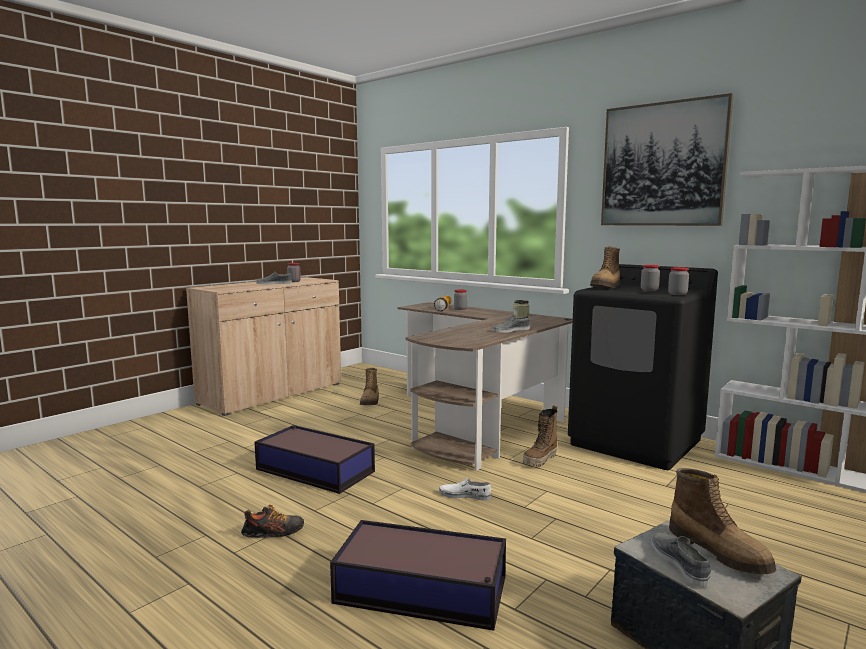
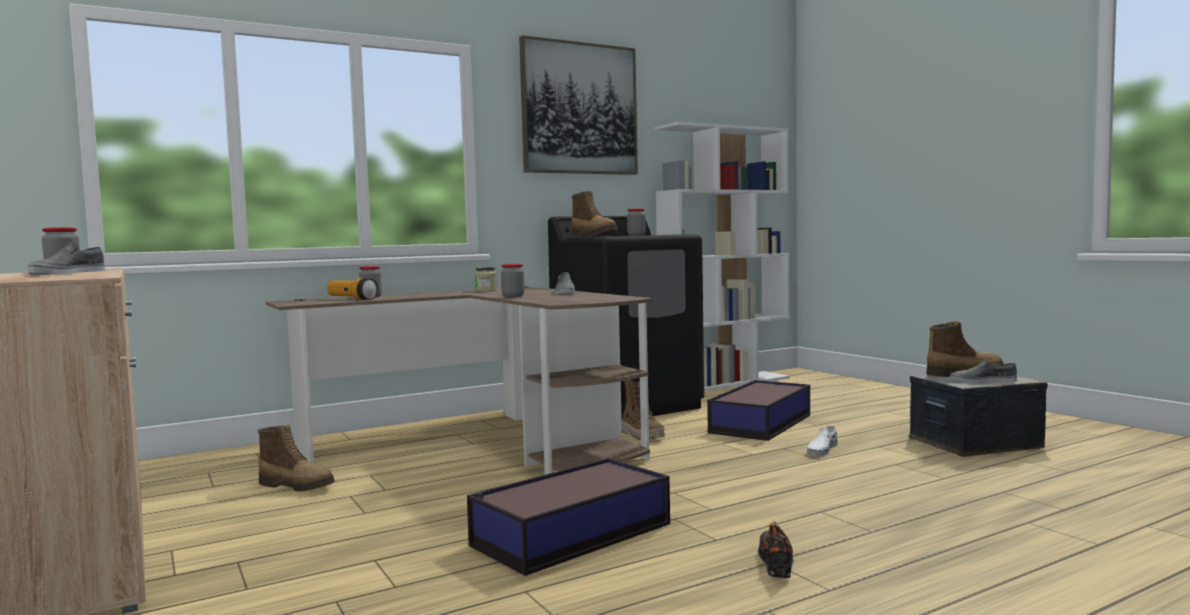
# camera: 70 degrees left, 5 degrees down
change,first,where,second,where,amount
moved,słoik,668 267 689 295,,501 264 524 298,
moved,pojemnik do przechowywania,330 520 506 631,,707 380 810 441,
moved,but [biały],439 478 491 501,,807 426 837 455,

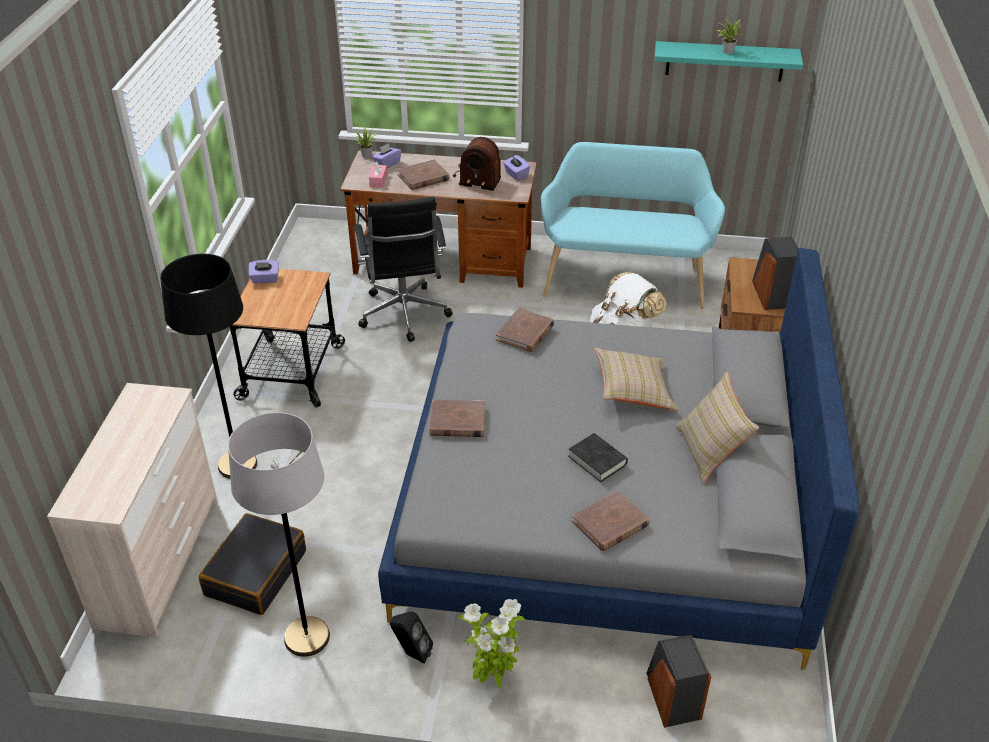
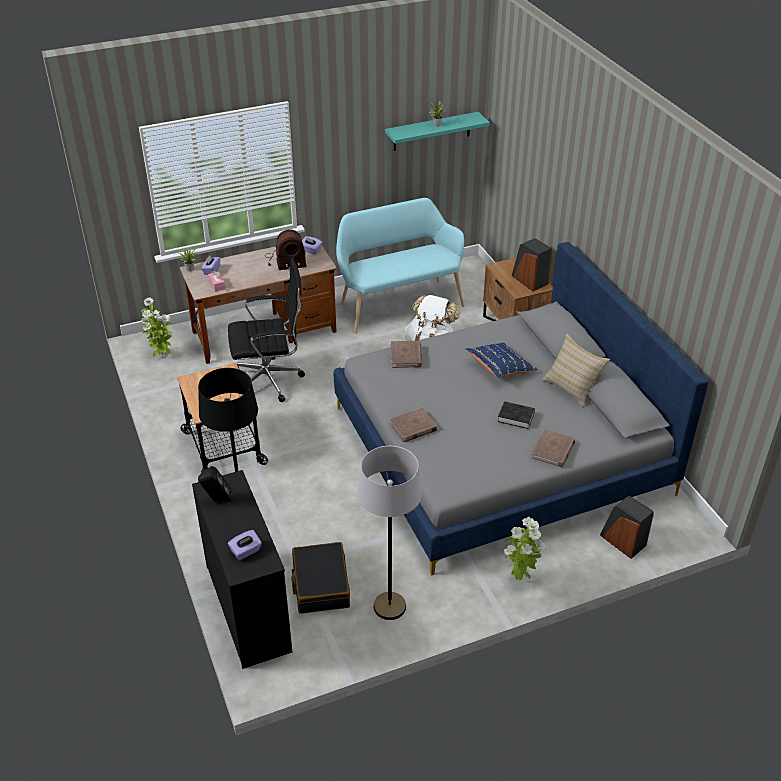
# camera: 30 degrees left, 0 degrees up
change,first,where,second,where,amount
added,,,roślina doniczkowa,141 297 172 357,
recoloured,komoda [beżowy],47 383 218 637,komoda [czarny],192 470 292 669,
moved,głośnik [czarny],390 611 433 663,,198 466 233 503,
turned,krzesło biurowe [czarny],354 197 453 342,,228 259 305 402,60 degrees counterclockwise
moved,pudełko chusteczek [fioletowy],249 260 279 283,,228 530 262 560,
recoloured,poduszka [beżowy],594 348 678 411,poduszka [niebieski],465 342 538 378,
removed,książka [brązowy],397 159 450 190,,,

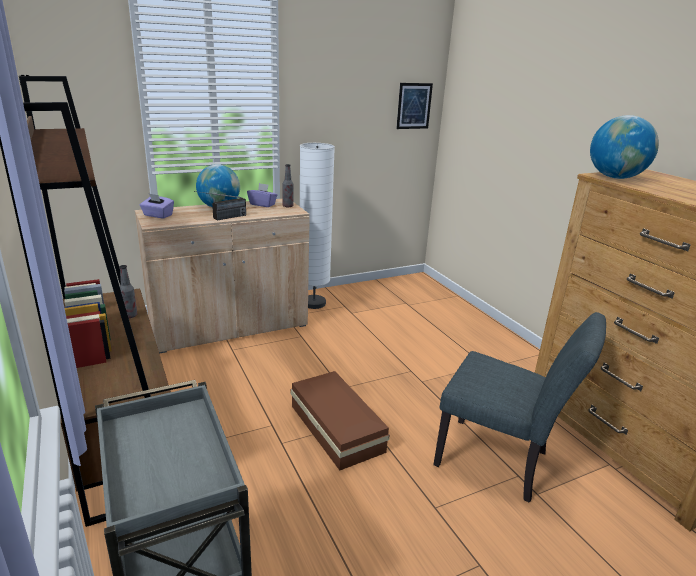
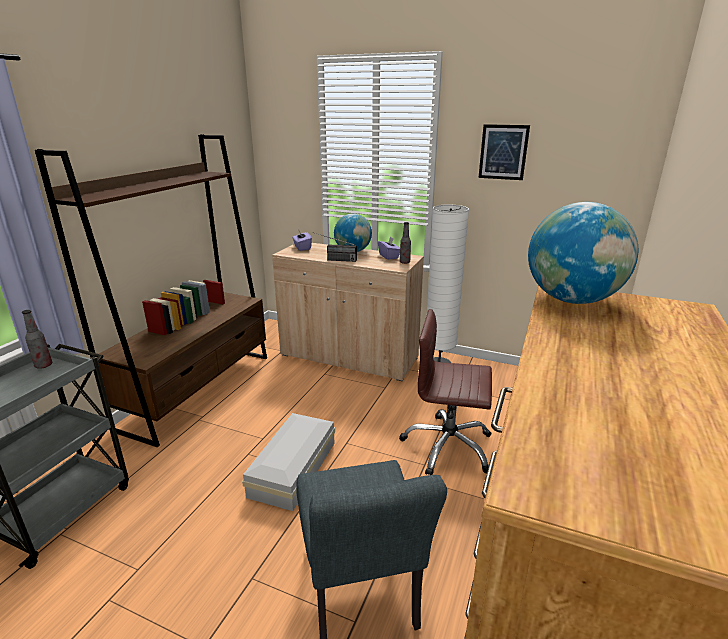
# camera: 50 degrees right, 0 degrees up
change,first,where,second,where,amount
moved,butelka,119 265 137 318,,22 310 52 369,
recoloured,pojemnik do przechowywania [brązowy],291 371 390 470,pojemnik do przechowywania [biały],242 413 335 511,
added,,,krzesło biurowe [brązowy],399 309 492 475,
moved,obraz,396 83 433 129,,478 124 530 180,

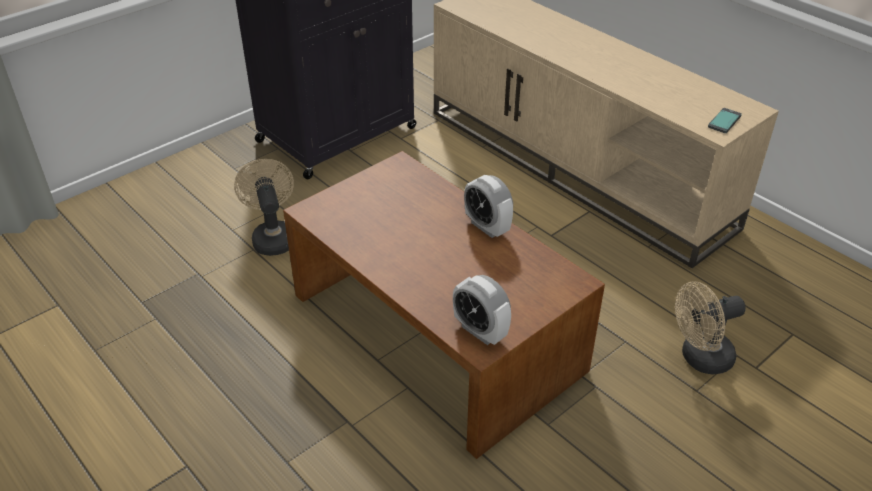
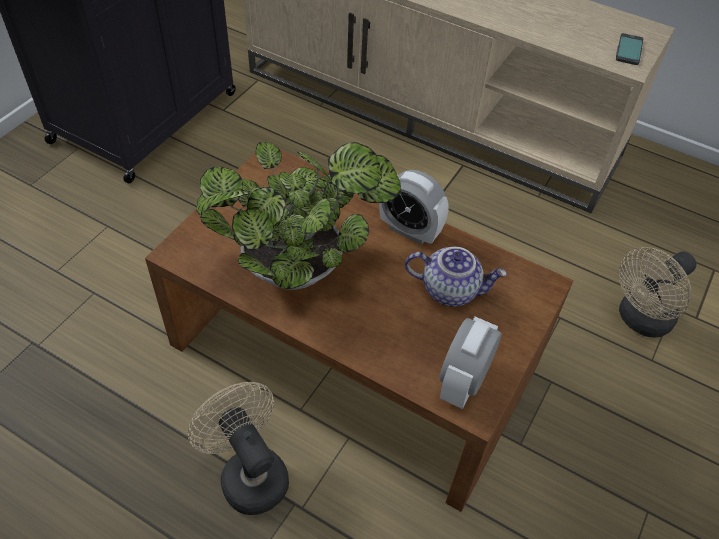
# camera: 20 degrees left, 10 degrees up
change,first,where,second,where,amount
moved,wentylator [beżowy],234 159 294 256,,188 382 289 515,
added,,,roślina doniczkowa,197 142 401 290,
added,,,imbryk,405 247 507 307,
turned,budzik,453 275 511 345,,439 317 501 409,90 degrees clockwise

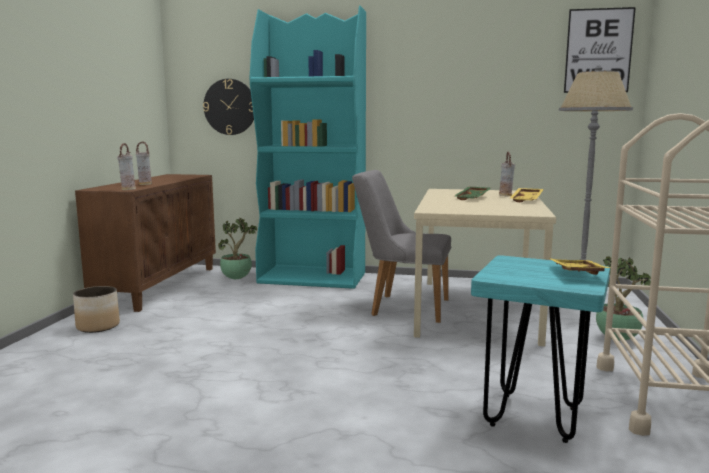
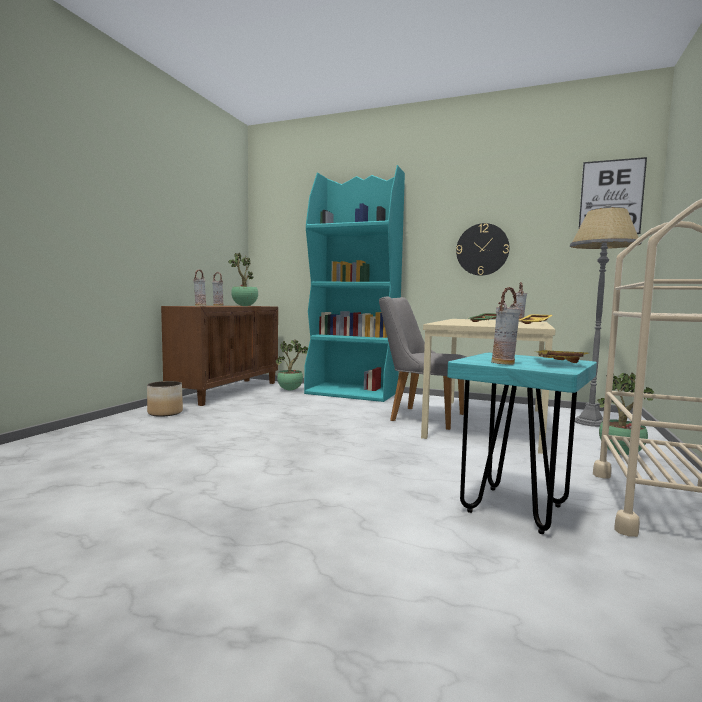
# camera: 10 degrees right, 5 degrees down
change,first,where,second,where,amount
added,,,roślina doniczkowa,228 253 258 306,
moved,zegar ścienny,203 79 254 135,,456 223 510 276,
added,,,wazon,491 287 521 365,

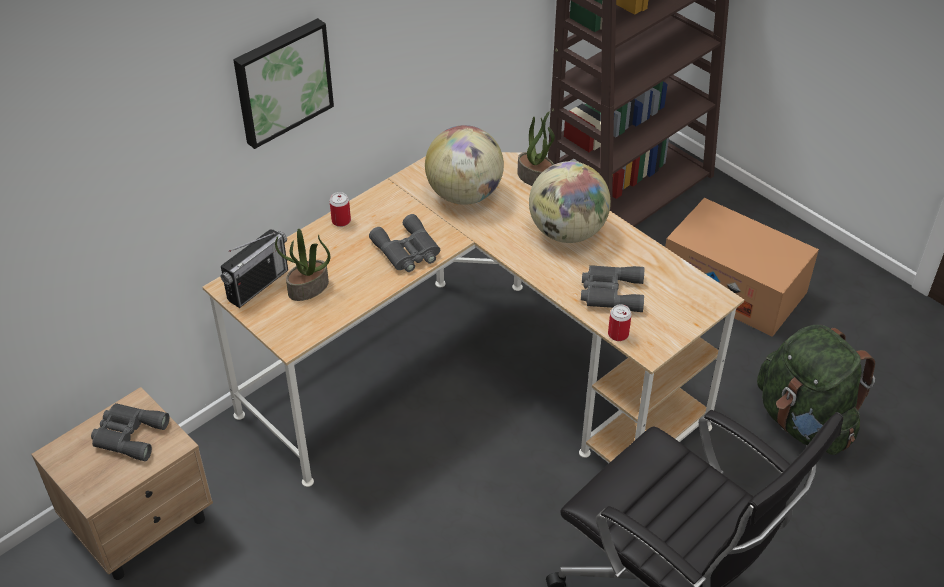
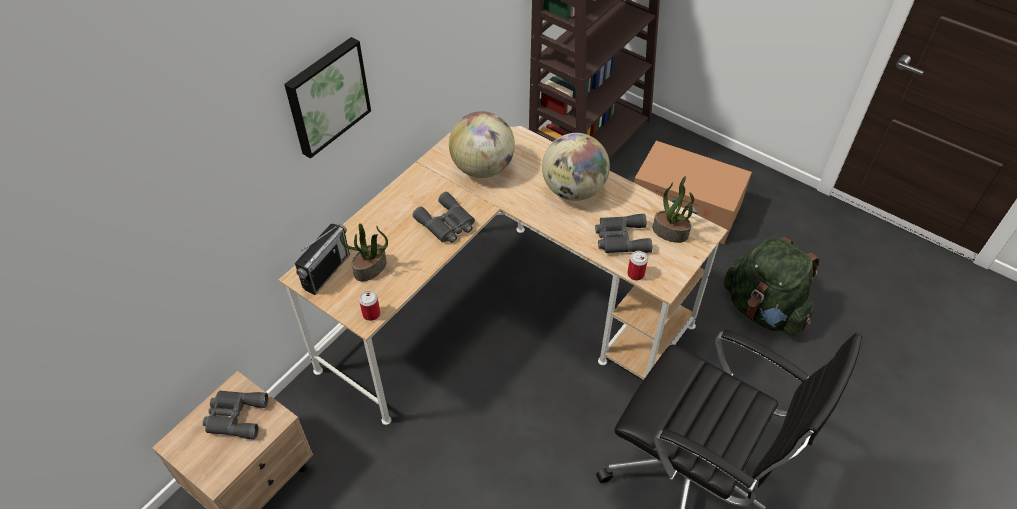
# camera: 10 degrees left, 5 degrees up
change,first,where,second,where,amount
moved,puszka,330 192 351 227,,359 290 381 321,
moved,roślina doniczkowa,517 111 555 186,,653 176 694 243,

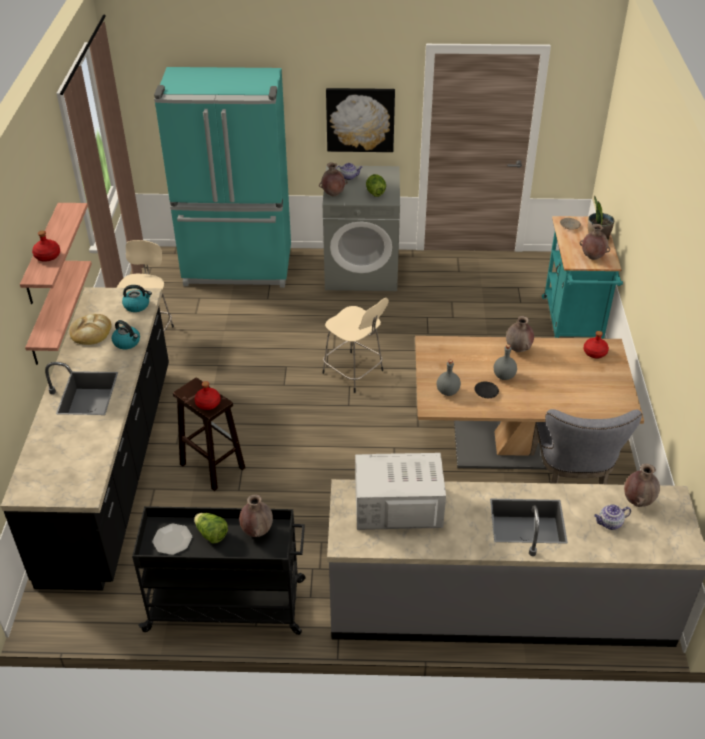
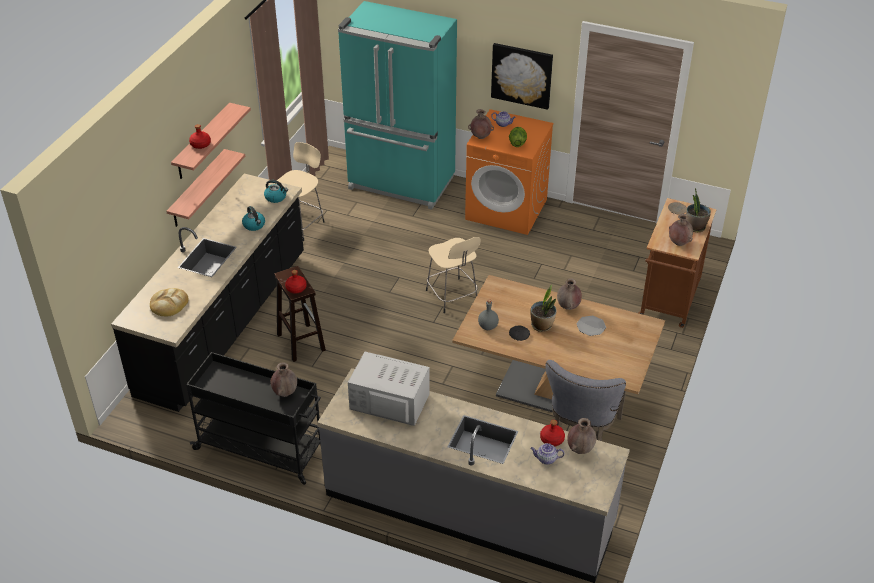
# camera: 20 degrees right, 0 degrees up
change,first,where,second,where,amount
moved,chleb,69 314 112 345,,150 288 189 317,
recoloured,pralka [szary],323 165 400 291,pralka [pomarańczowy],465 109 554 235,
replaced,butelka [szary],494 344 517 380,roślina doniczkowa,531 285 557 332,
moved,butelka [czerwony],584 331 609 358,,540 420 565 446,
moved,talerz,152 524 192 555,,577 316 606 336,
recoloured,wózek [turkusowy],542 216 623 339,wózek [brązowy],638 198 717 328,
removed,sałata,194 513 228 544,,,

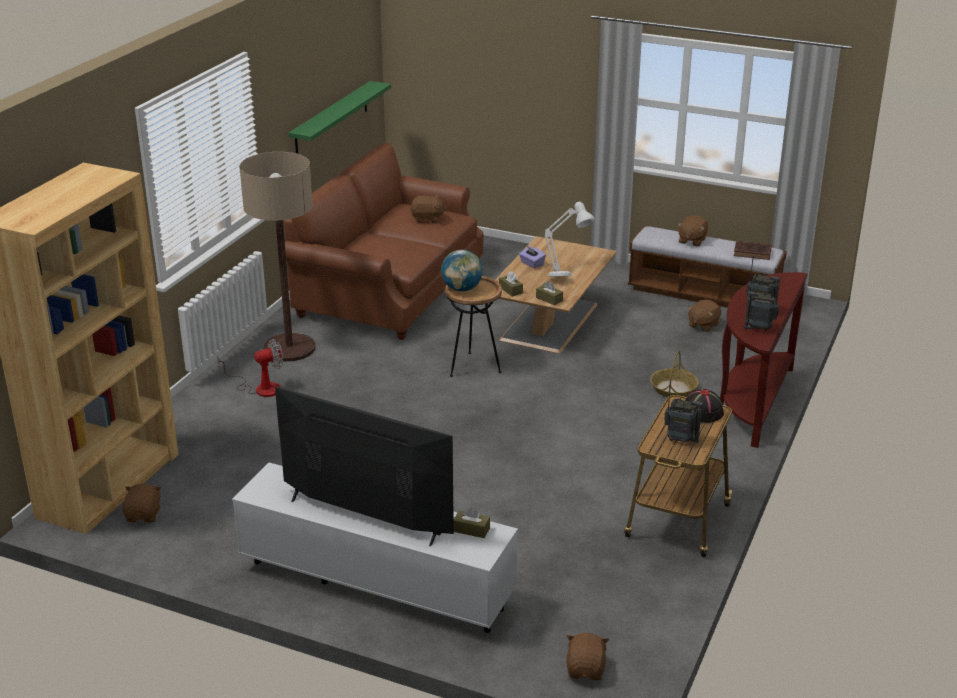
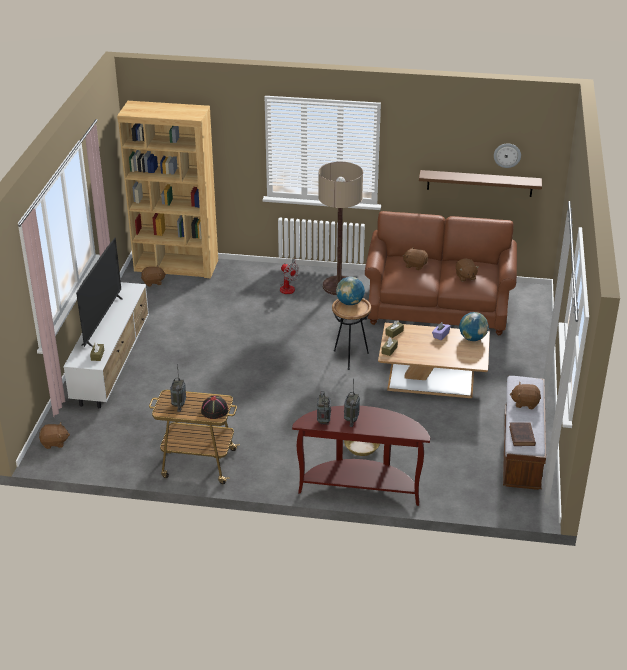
# camera: 75 degrees right, 5 degrees up
change,first,where,second,where,amount
moved,pluszak [brązowy],688 300 721 332,,403 248 428 270,
recoloured,półka [zielony],288 81 391 154,półka [brązowy],419 170 542 197,
added,,,globus,459 312 489 341,
added,,,zegar ścienny,494 143 521 168,
removed,lampa stołowa [szary],545 202 595 277,,,

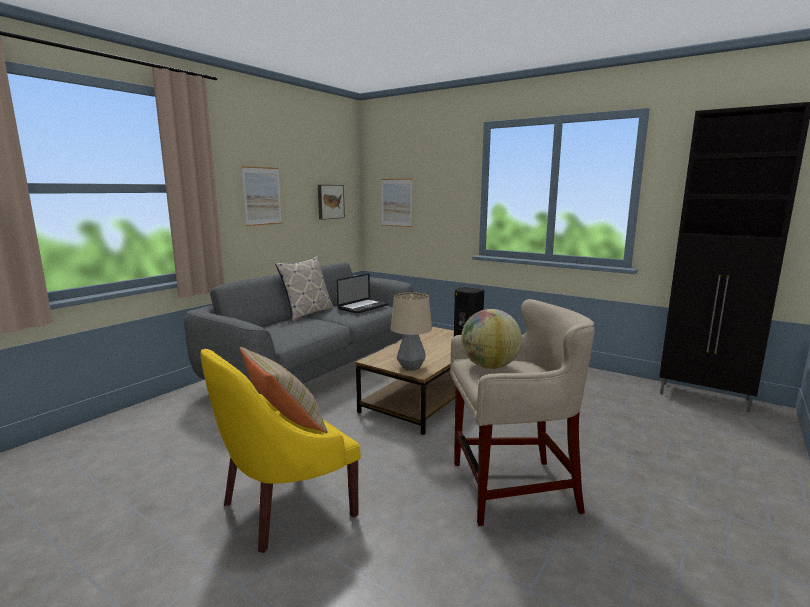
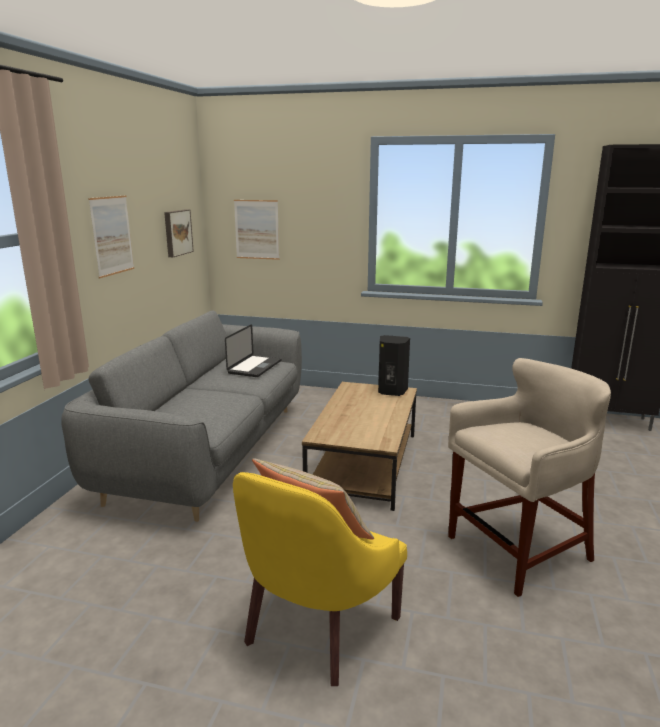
# camera: 20 degrees left, 5 degrees up
change,first,where,second,where,amount
removed,poduszka,275 256 334 321,,,
removed,lampa stołowa,391 292 432 371,,,
removed,globus,461 309 522 369,,,

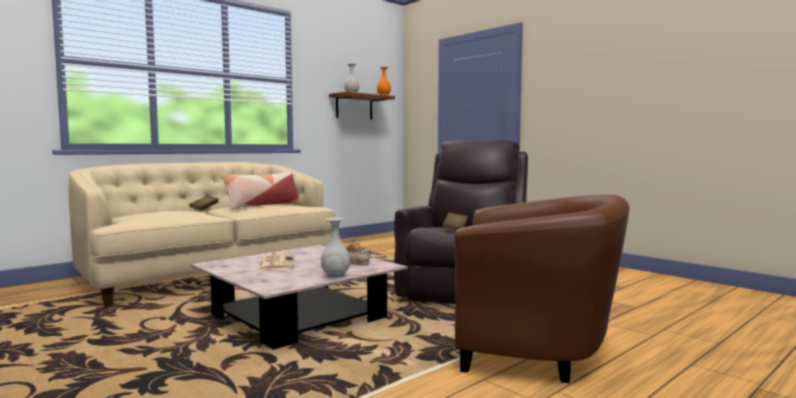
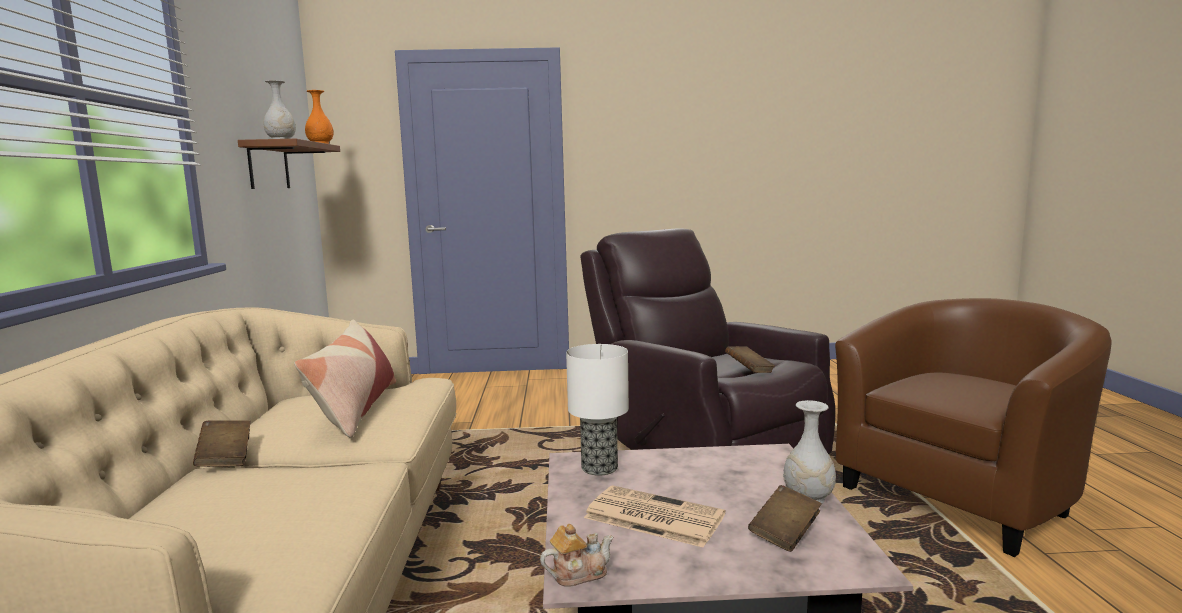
# camera: 50 degrees left, 5 degrees up
change,first,where,second,where,amount
moved,imbryk,346 238 371 265,,540 524 614 587,
added,,,lampa stołowa,566 344 629 476,
added,,,książka [brązowy],748 485 822 552,

